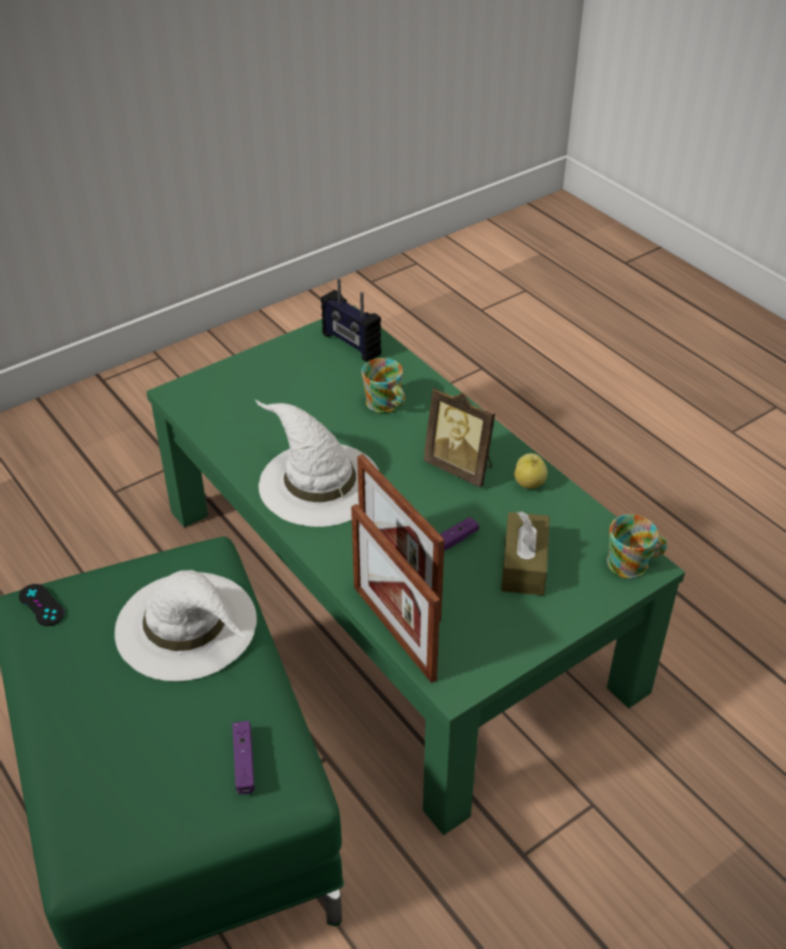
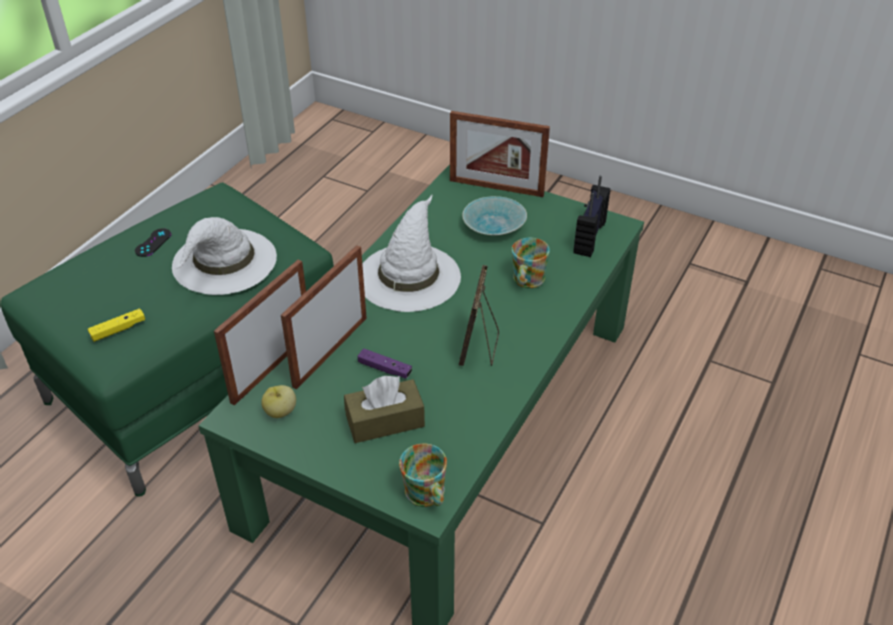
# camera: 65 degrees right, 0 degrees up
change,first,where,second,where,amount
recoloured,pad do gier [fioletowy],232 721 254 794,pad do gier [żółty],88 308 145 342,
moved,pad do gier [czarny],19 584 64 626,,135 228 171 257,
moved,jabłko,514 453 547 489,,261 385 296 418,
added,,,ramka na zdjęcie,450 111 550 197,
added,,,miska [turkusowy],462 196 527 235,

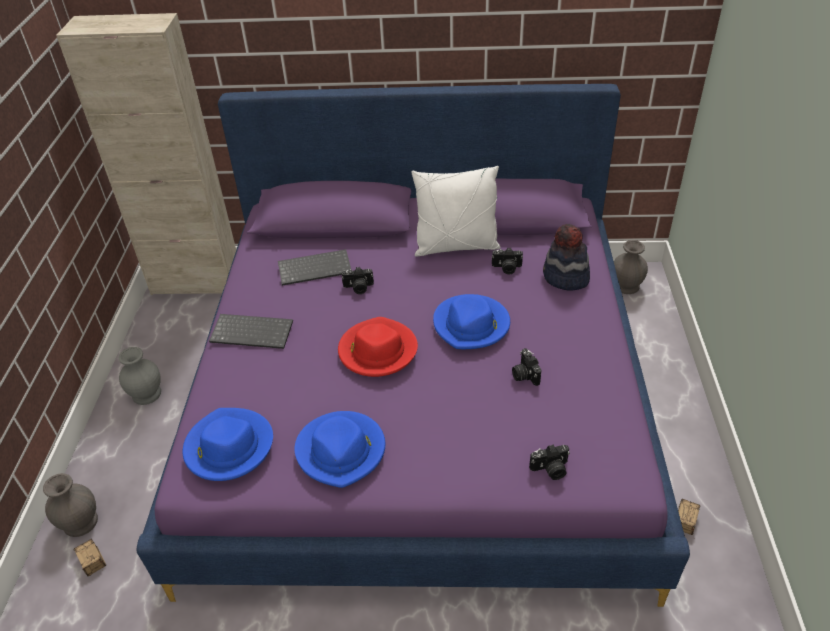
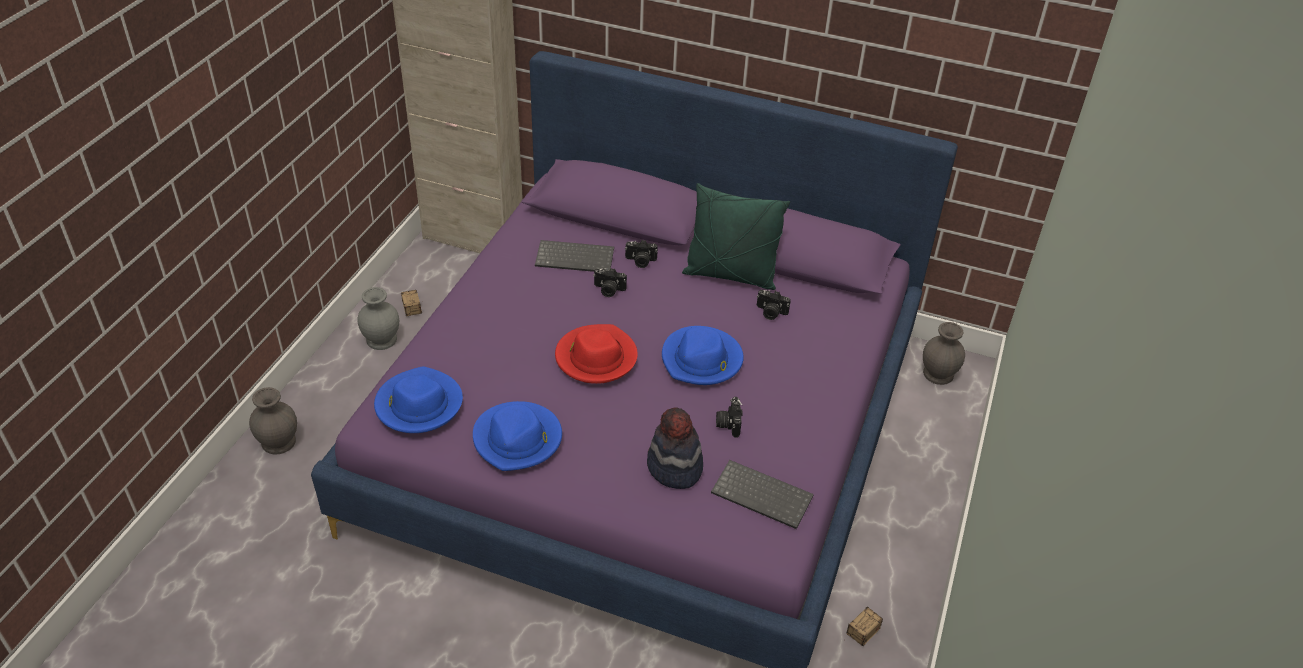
# camera: 15 degrees right, 0 degrees up
change,first,where,second,where,amount
moved,pojemnik do przechowywania,73 539 106 576,,401 290 422 316,
moved,aparat fotograficzny,529 444 570 480,,625 240 658 268,
moved,kapelusz,543 224 590 291,,647 407 703 489,
recoloured,poduszka [biały],411 166 501 257,poduszka [zielony],682 183 790 290,
moved,klawiatura,209 314 293 349,,711 460 814 529,

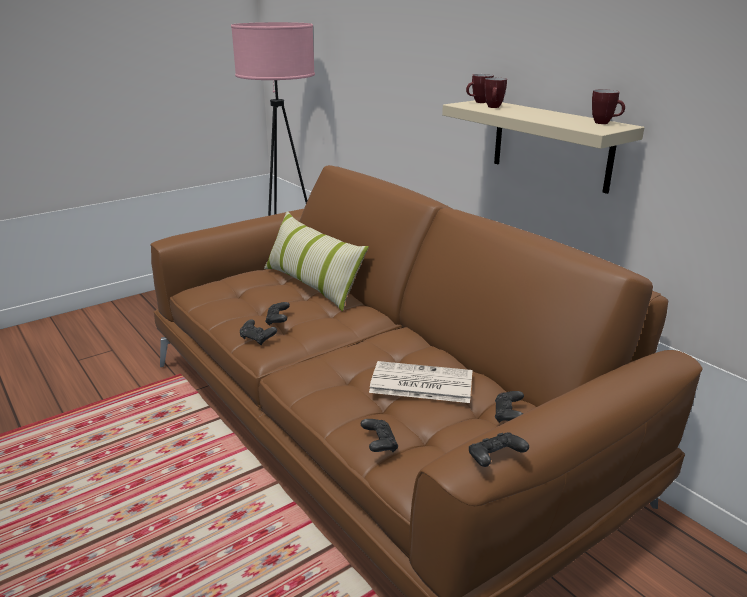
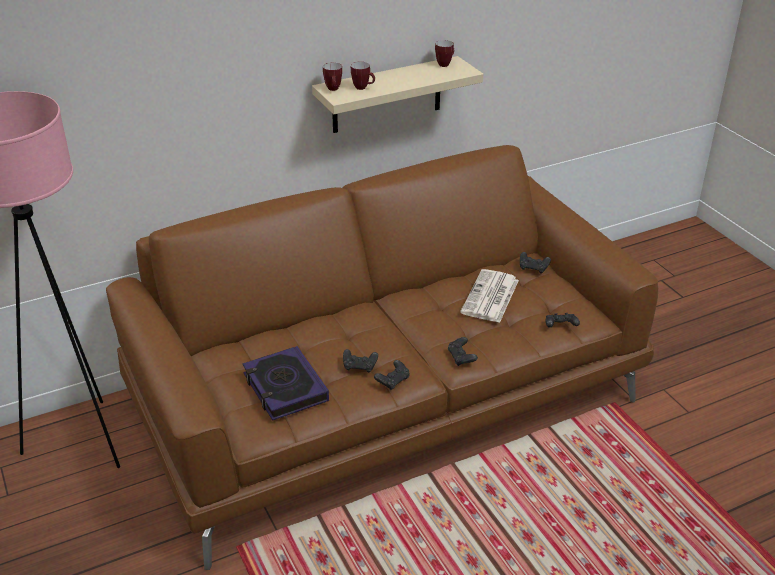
# camera: 80 degrees left, 10 degrees up
change,first,where,second,where,amount
added,,,książka,242 346 329 421,
moved,pad do gier [czarny],469 432 529 467,,448 337 478 366,
removed,poduszka,264 211 369 311,,,

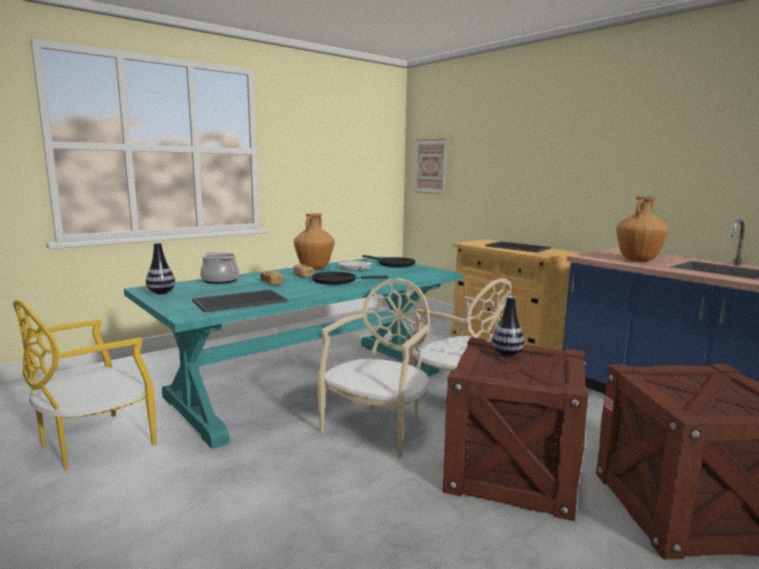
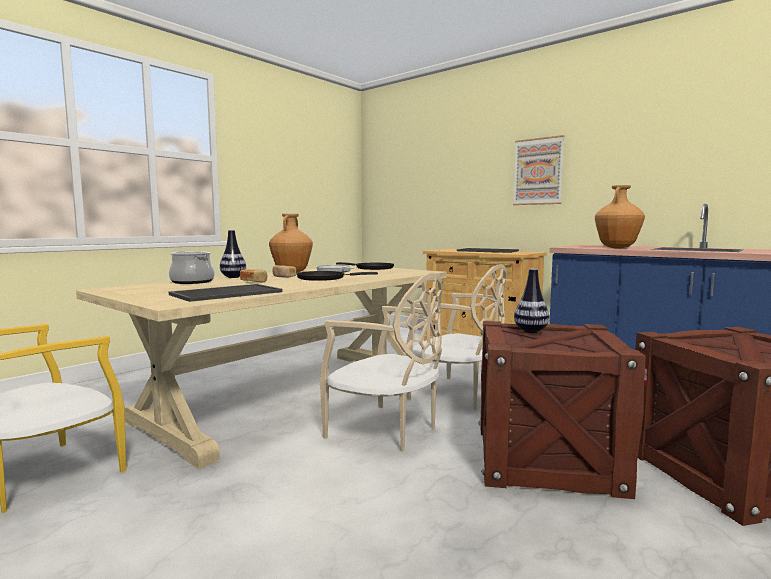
# camera: 10 degrees left, 5 degrees down
change,first,where,second,where,amount
recoloured,stół jadalny [turkusowy],124 256 463 449,stół jadalny [beżowy],76 265 447 469,
moved,wazon,146 242 175 294,,220 230 246 278,
turned,krzesło [beżowy],317 279 430 458,,320 273 443 452,105 degrees clockwise
moved,obraz,415 139 447 194,,513 135 564 205,

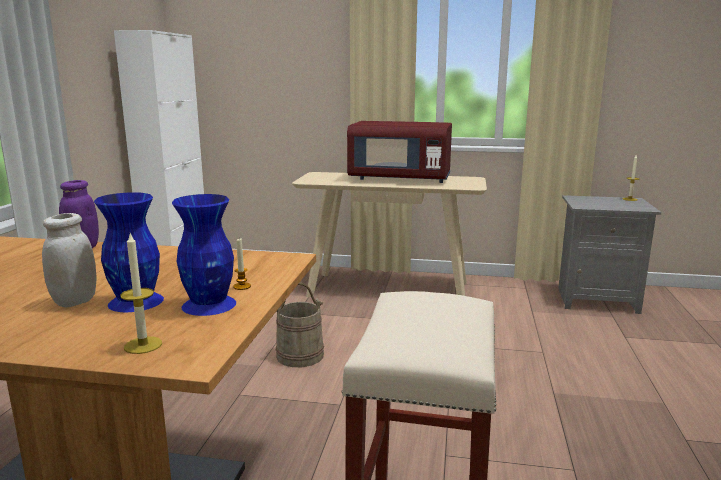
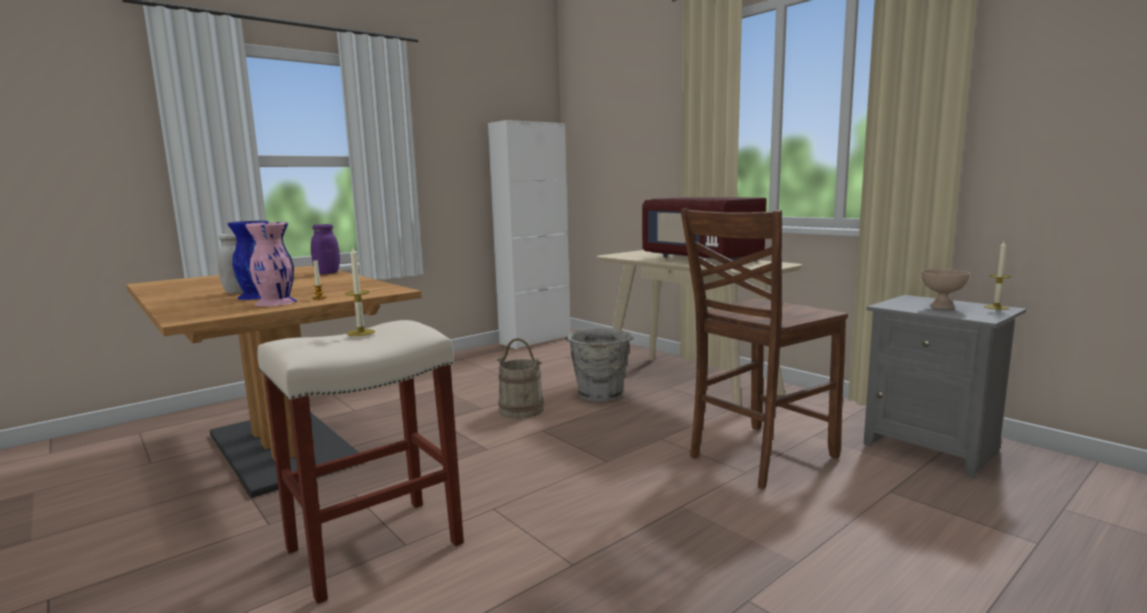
# camera: 40 degrees right, 5 degrees down
change,first,where,second,where,amount
recoloured,wazon [niebieski],172 194 236 316,wazon [różowy],245 222 298 306,
moved,świeca,120 234 162 354,,345 247 375 336,
added,,,wiadro [szary],564 329 634 402,
added,,,krzesło [brązowy],681 208 848 489,
added,,,miska [beżowy],922 269 970 309,

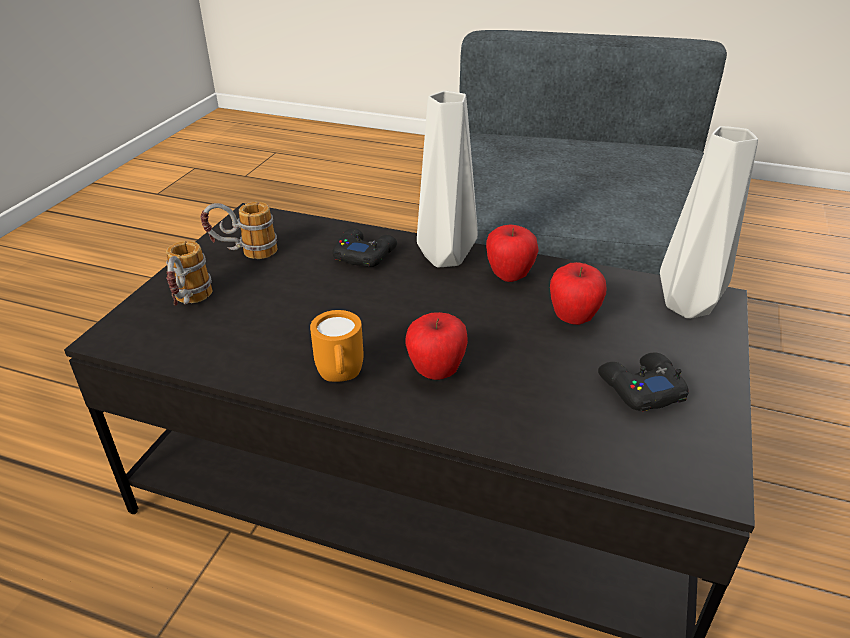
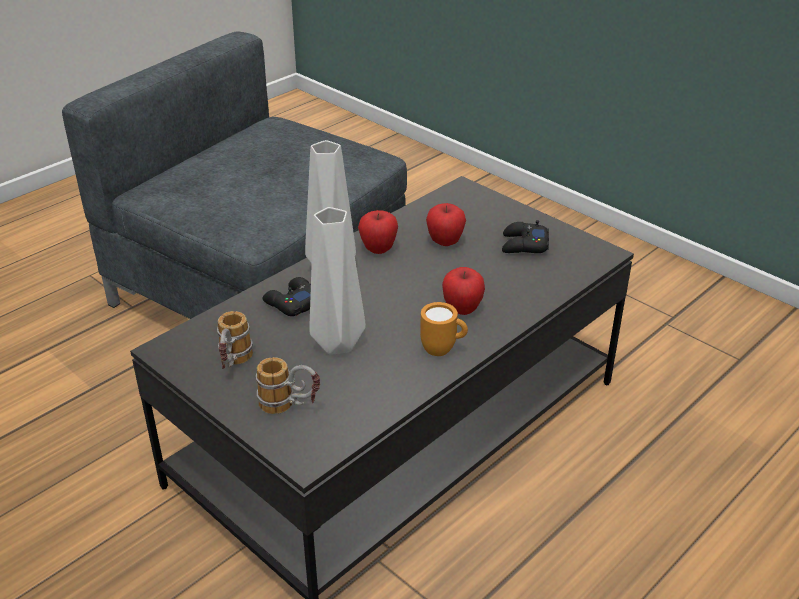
# camera: 65 degrees left, 0 degrees up
change,first,where,second,where,amount
moved,wazon [szary],660 126 758 319,,309 207 366 355,

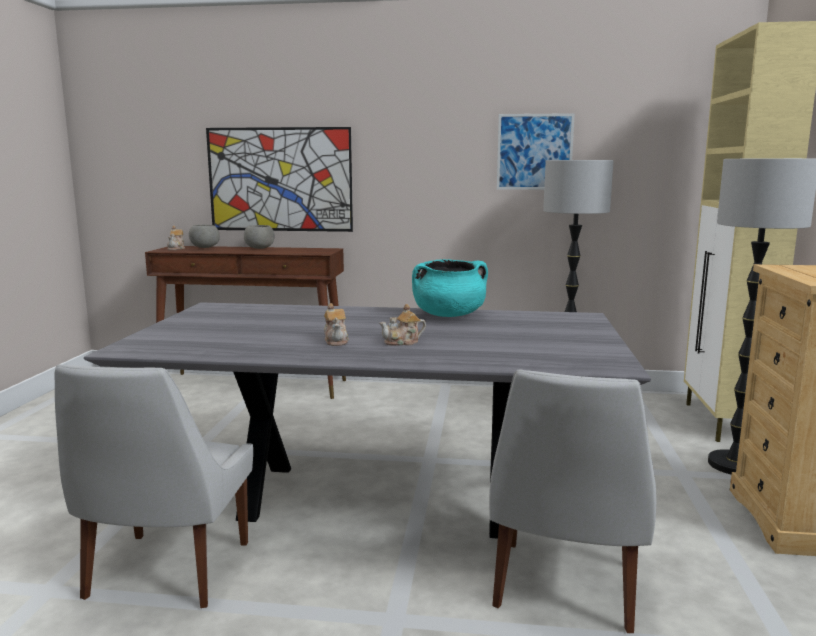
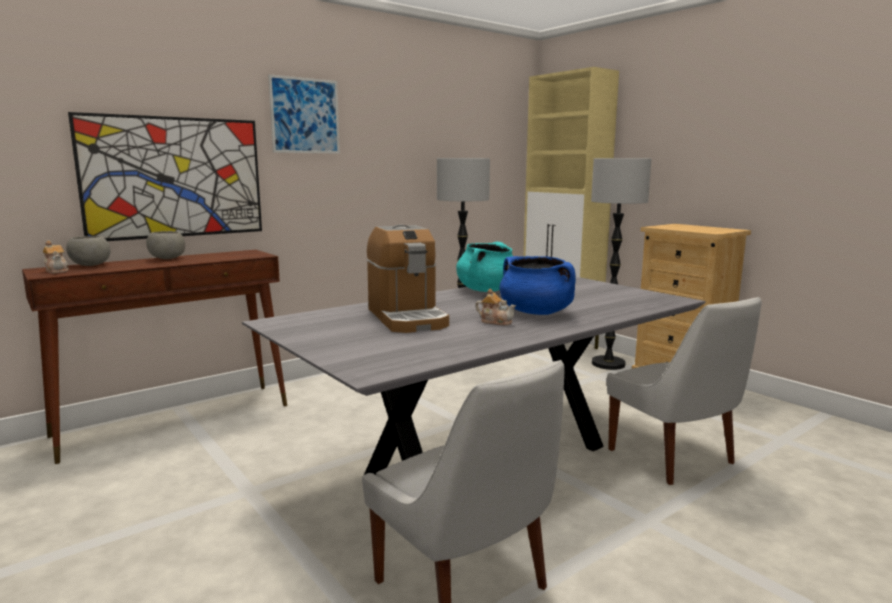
# camera: 45 degrees left, 0 degrees up
change,first,where,second,where,amount
moved,obraz,497 113 575 190,,268 74 340 154,
added,,,ekspres do kawy,367 225 449 333,
replaced,imbryk,379 304 426 346,garnek [niebieski],500 256 576 315,

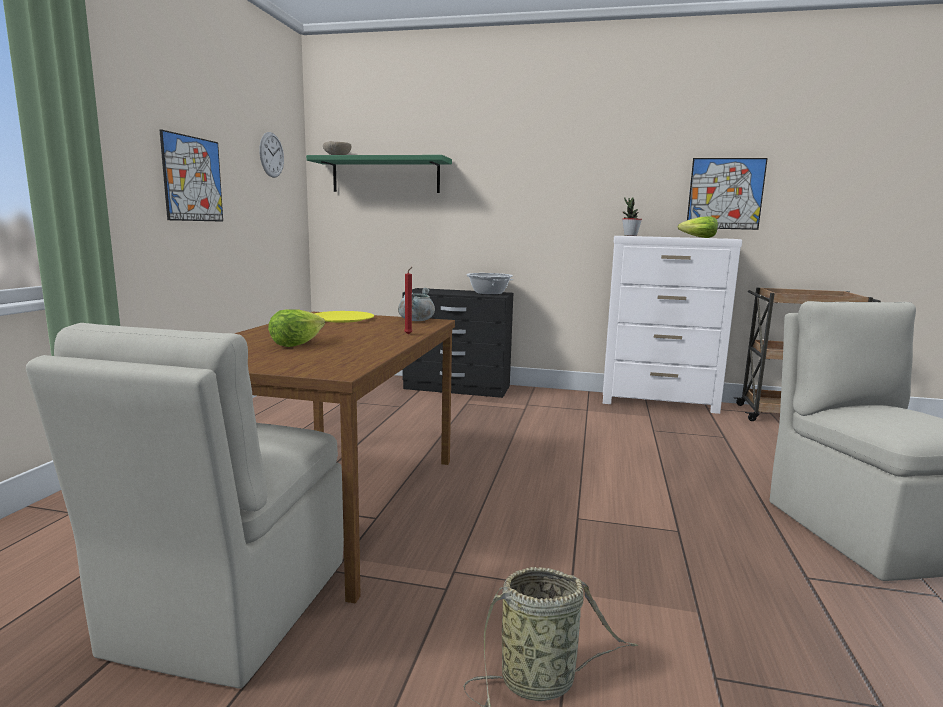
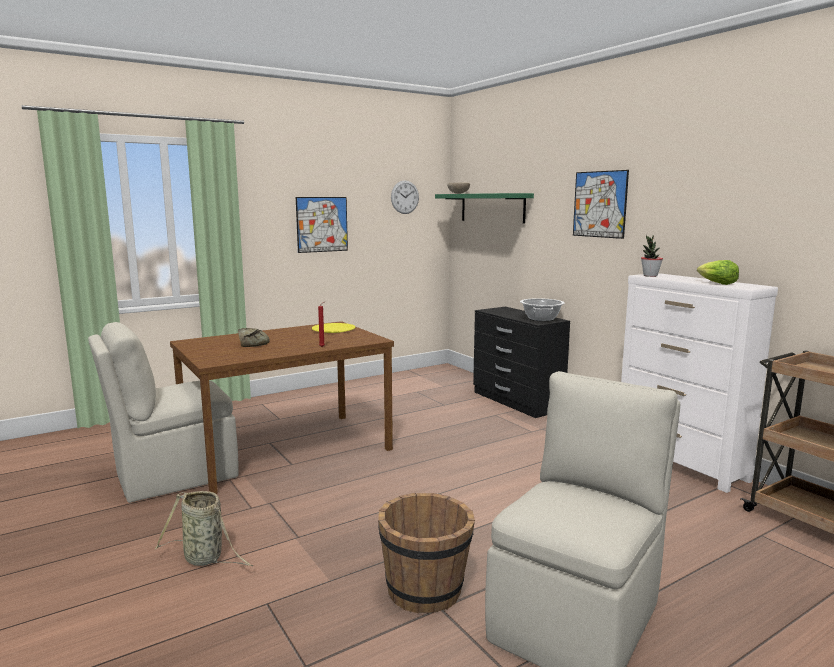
# camera: 45 degrees right, 0 degrees up
change,first,where,second,where,amount
replaced,sałata,268 309 325 347,chleb,238 328 270 347,
added,,,wiadro [brązowy],378 493 475 613,
moved,obraz,687 158 768 230,,573 170 629 239,
removed,garnek [szary],398 288 435 321,,,

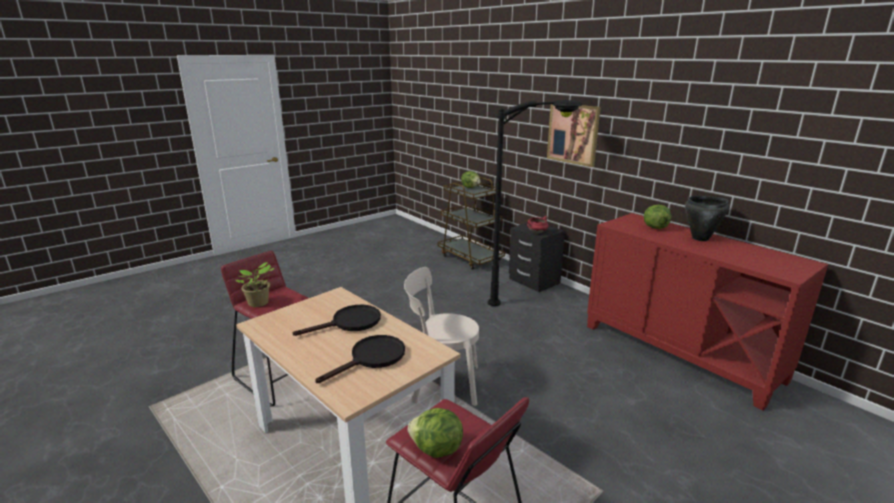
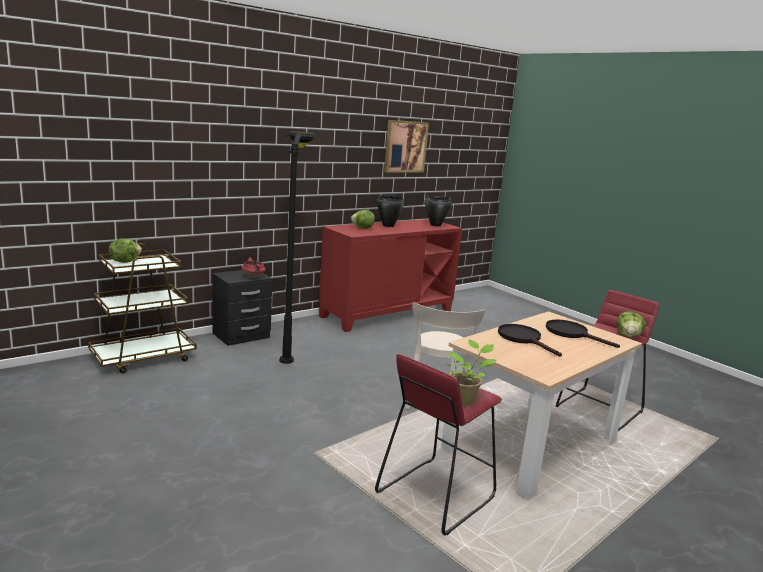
# camera: 90 degrees left, 5 degrees down
change,first,where,second,where,amount
moved,obraz,547 104 601 167,,384 120 429 173,
added,,,garnek [czarny],425 195 452 226,

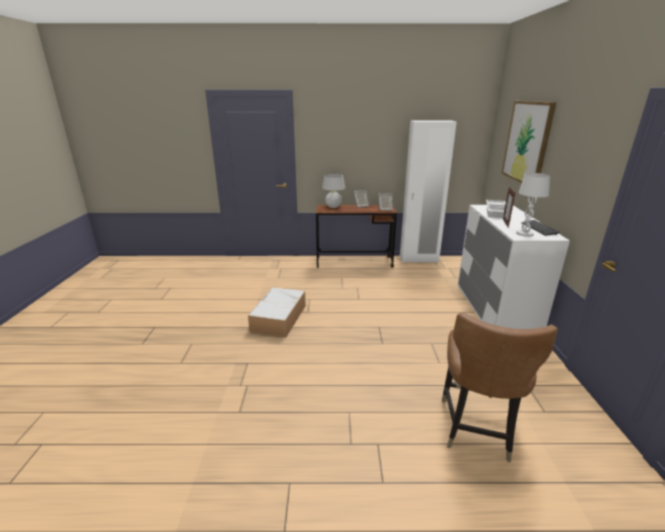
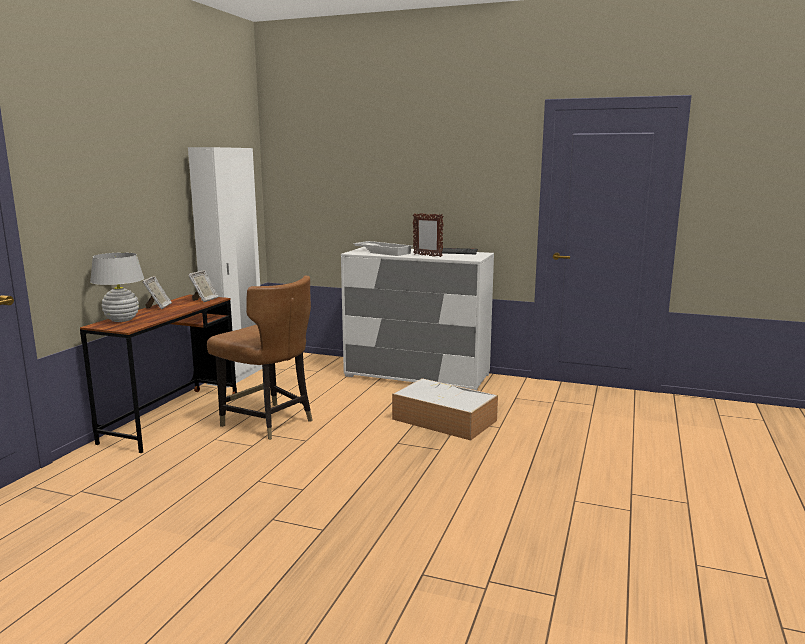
# camera: 70 degrees left, 10 degrees down
change,first,where,second,where,amount
moved,krzesło [brązowy],442 312 558 462,,207 276 313 440,
moved,pojemnik do przechowywania,248 287 306 337,,392 378 498 440,
removed,obraz,502 101 556 183,,,
removed,lampa stołowa [biały],516 173 550 237,,,

